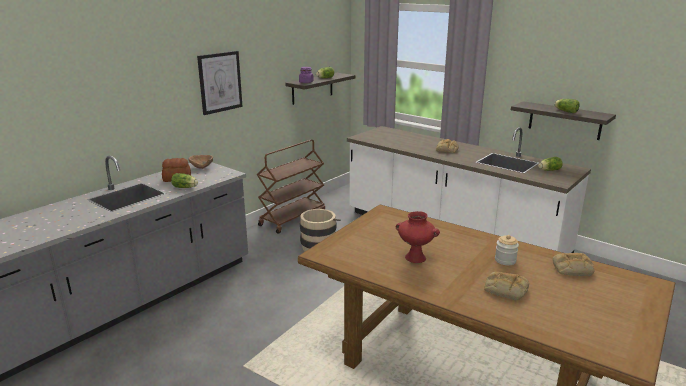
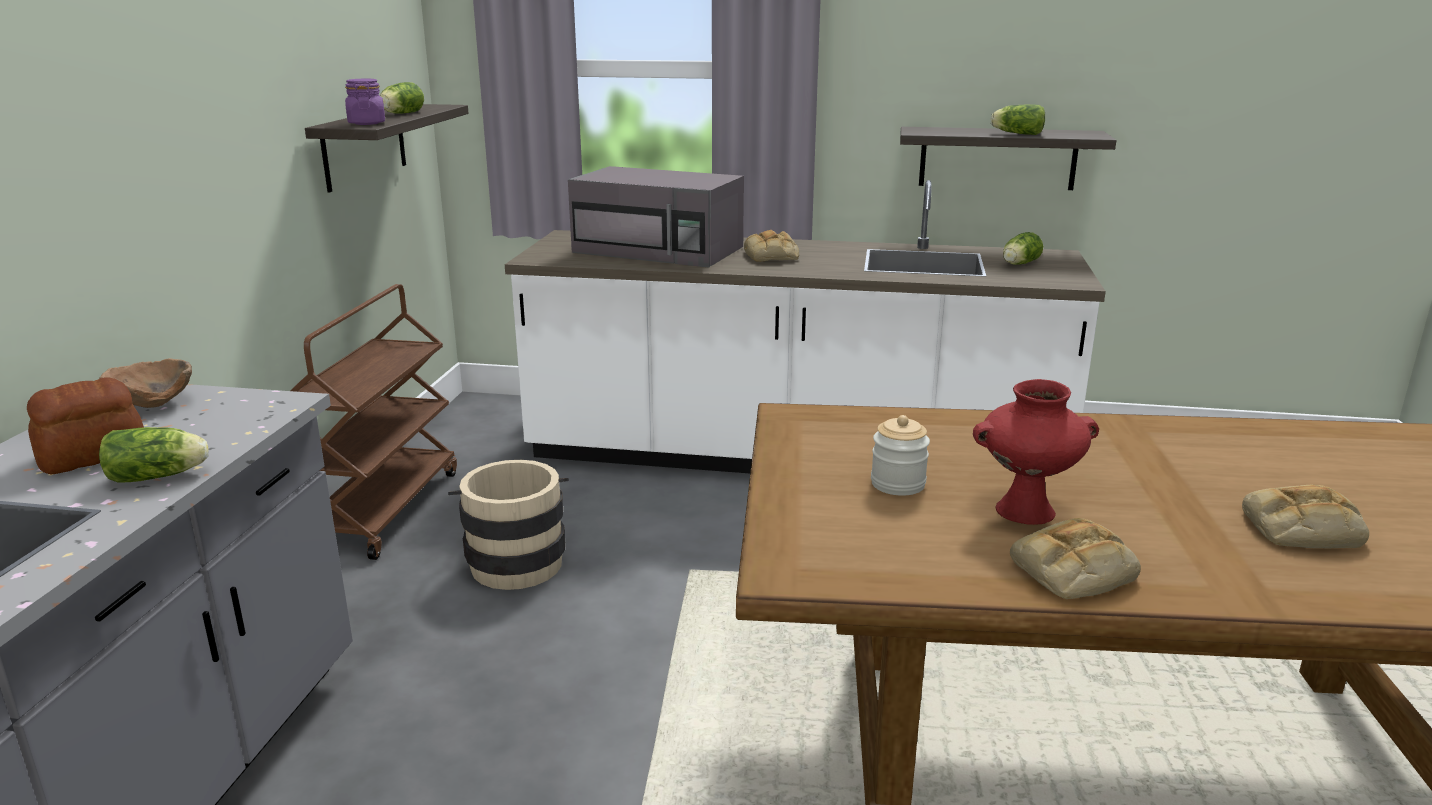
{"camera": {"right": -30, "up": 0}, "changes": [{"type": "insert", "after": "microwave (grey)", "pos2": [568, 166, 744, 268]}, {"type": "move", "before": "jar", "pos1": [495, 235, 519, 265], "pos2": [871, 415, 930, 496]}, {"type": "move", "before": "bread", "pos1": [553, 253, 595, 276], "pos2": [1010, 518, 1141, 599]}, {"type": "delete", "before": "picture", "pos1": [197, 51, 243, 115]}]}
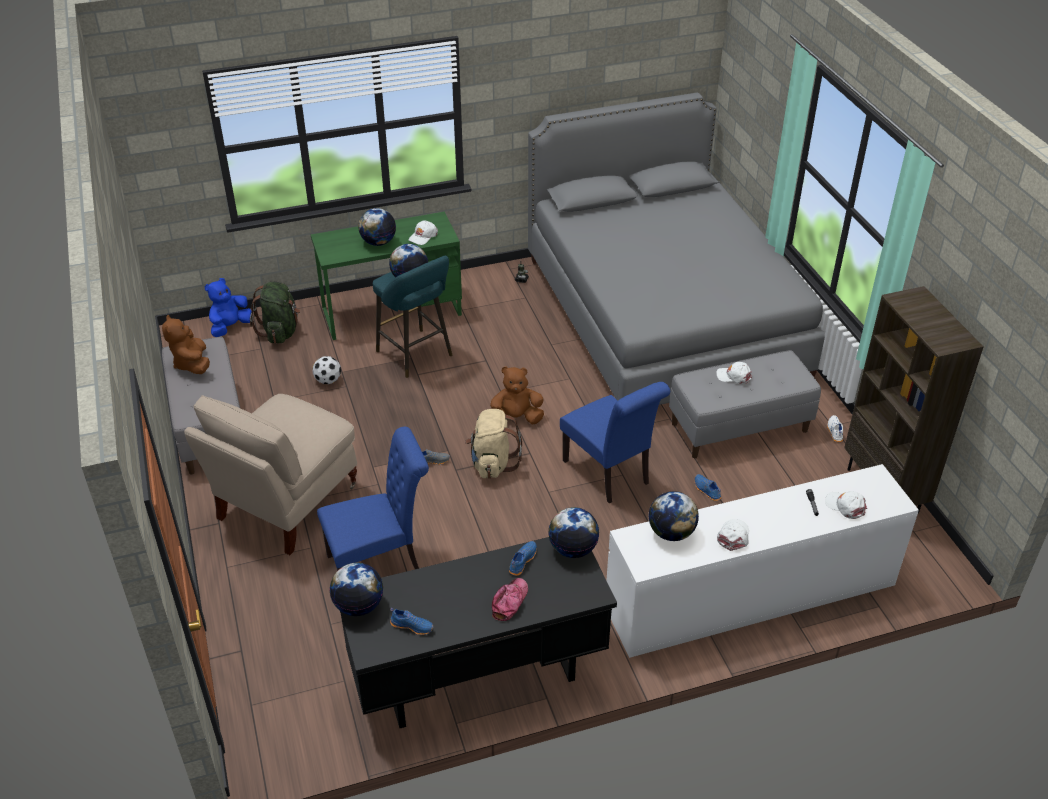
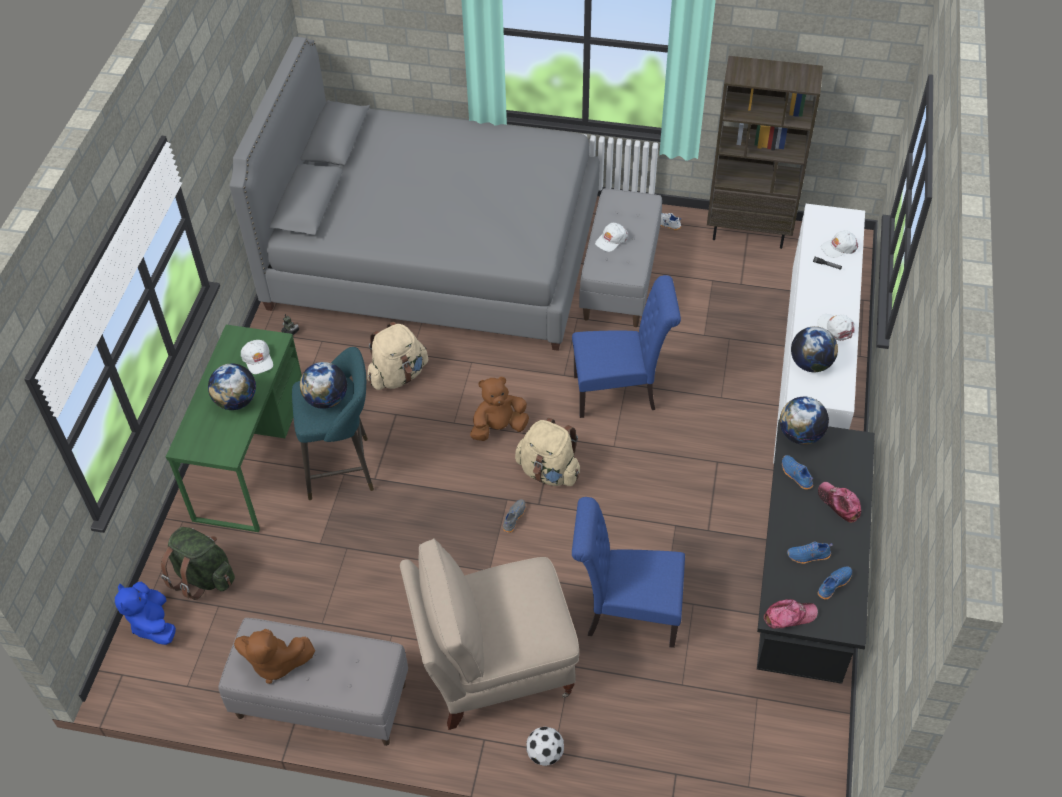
{"camera": {"right": -60, "up": 10}, "changes": [{"type": "insert", "after": "backpack (beige)", "pos2": [367, 322, 428, 390]}, {"type": "rotate", "before": "chair (beige)", "pos1": [184, 394, 357, 555], "pos2": [400, 538, 579, 730], "turn": 105}, {"type": "rotate", "before": "plush toy (brown)", "pos1": [490, 366, 544, 425], "pos2": [470, 376, 529, 441], "turn": 45}, {"type": "move", "before": "football", "pos1": [312, 356, 341, 384], "pos2": [526, 726, 564, 766]}, {"type": "rotate", "before": "chair (blue)", "pos1": [317, 427, 429, 571], "pos2": [572, 497, 685, 648], "turn": -90}, {"type": "replace", "before": "globe", "after": "cap", "pos1": [330, 563, 383, 616], "pos2": [764, 599, 818, 629]}, {"type": "move", "before": "shoe (blue)", "pos1": [695, 474, 721, 501], "pos2": [787, 542, 833, 564]}]}
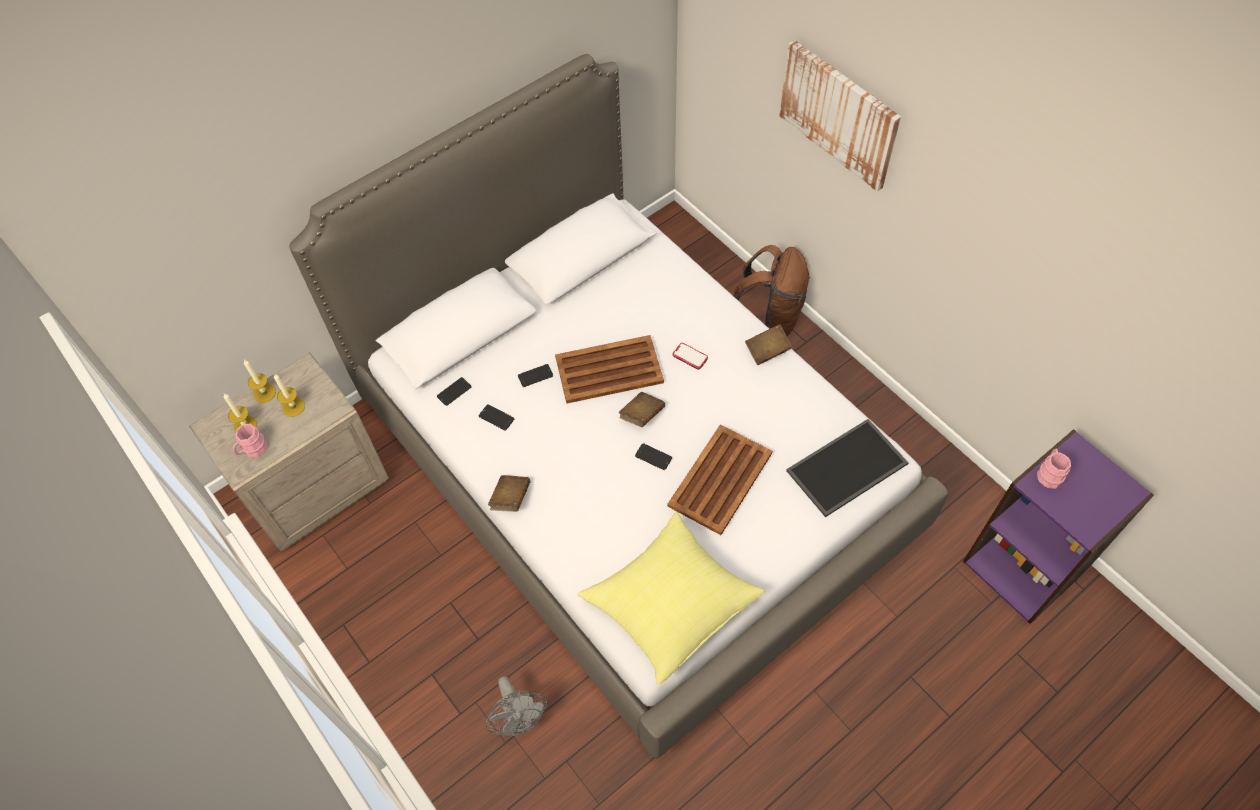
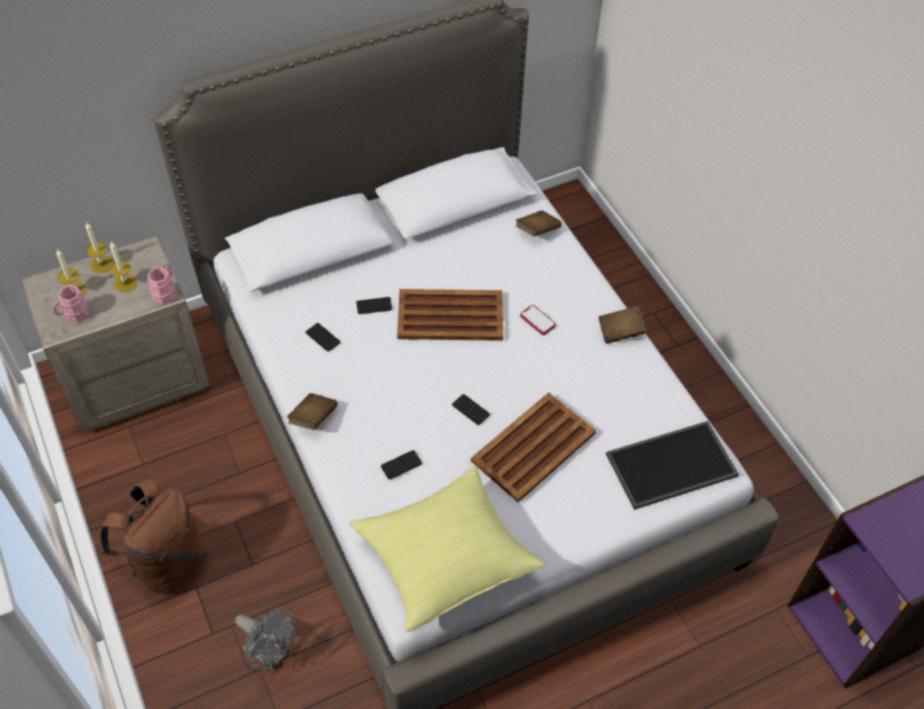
{"camera": {"right": 10, "up": -5}, "changes": [{"type": "move", "before": "backpack (brown)", "pos1": [734, 245, 810, 337], "pos2": [100, 479, 205, 595]}, {"type": "move", "before": "mug (pink)", "pos1": [1037, 449, 1071, 489], "pos2": [147, 267, 176, 304]}, {"type": "rotate", "before": "fan (grey)", "pos1": [485, 676, 547, 737], "pos2": [235, 606, 296, 671], "turn": -45}, {"type": "move", "before": "phone", "pos1": [437, 377, 472, 406], "pos2": [381, 450, 422, 480]}, {"type": "move", "before": "book (brown)", "pos1": [619, 392, 665, 427], "pos2": [516, 210, 562, 237]}, {"type": "delete", "before": "picture", "pos1": [780, 40, 901, 192]}]}
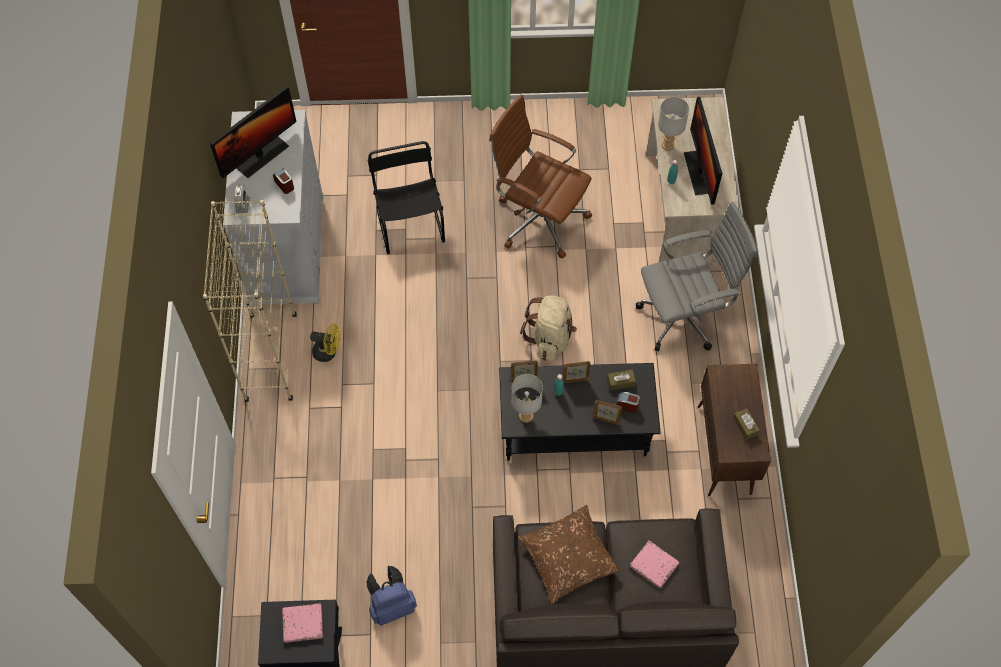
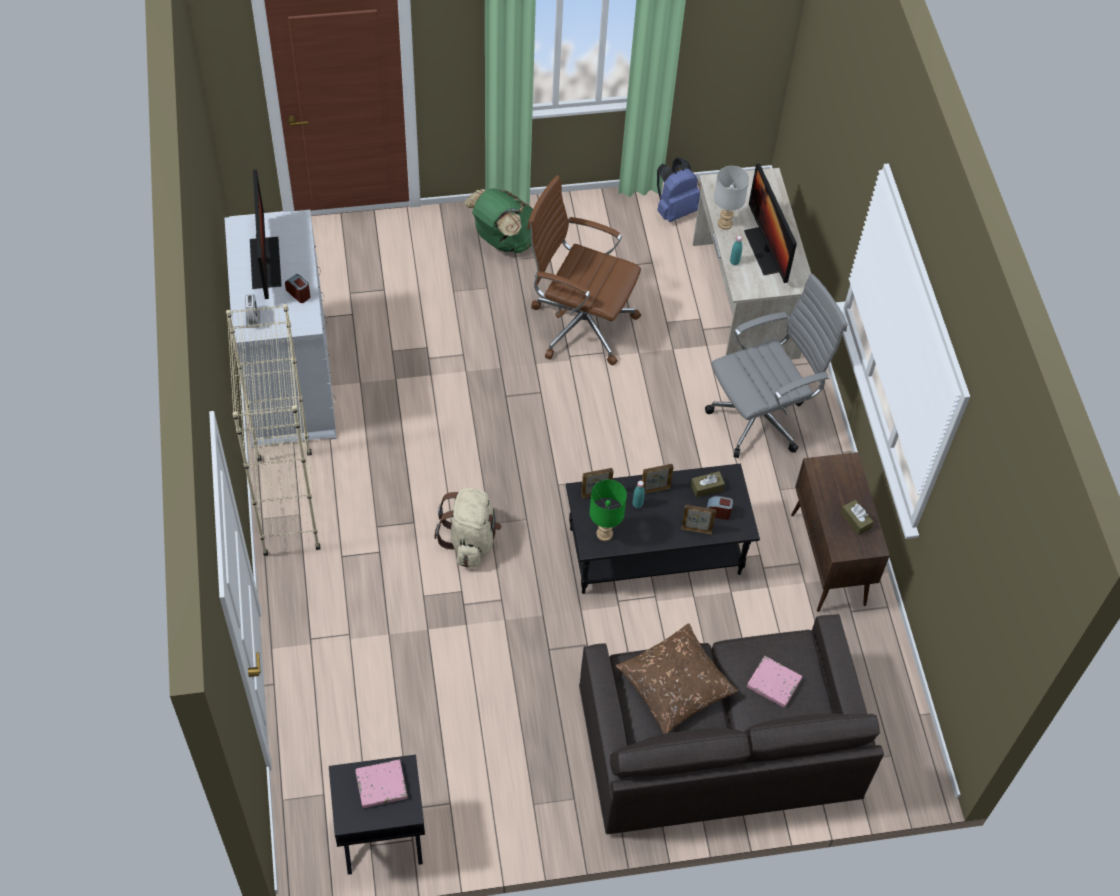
{"camera": {"right": -10, "up": -5}, "changes": [{"type": "rotate", "before": "monitor", "pos1": [210, 86, 296, 178], "pos2": [250, 169, 282, 299], "turn": -45}, {"type": "move", "before": "backpack (beige)", "pos1": [520, 295, 577, 361], "pos2": [434, 488, 502, 568]}, {"type": "insert", "after": "backpack (green)", "pos2": [464, 188, 533, 253]}, {"type": "recolor", "before": "table lamp (grey)", "after": "table lamp (green)", "pos1": [512, 374, 543, 423], "pos2": [589, 480, 627, 541]}, {"type": "move", "before": "backpack (blue)", "pos1": [366, 566, 417, 626], "pos2": [657, 157, 700, 222]}, {"type": "delete", "before": "fan (yellow)", "pos1": [310, 324, 341, 362]}, {"type": "delete", "before": "chair (black)", "pos1": [367, 141, 445, 254]}]}
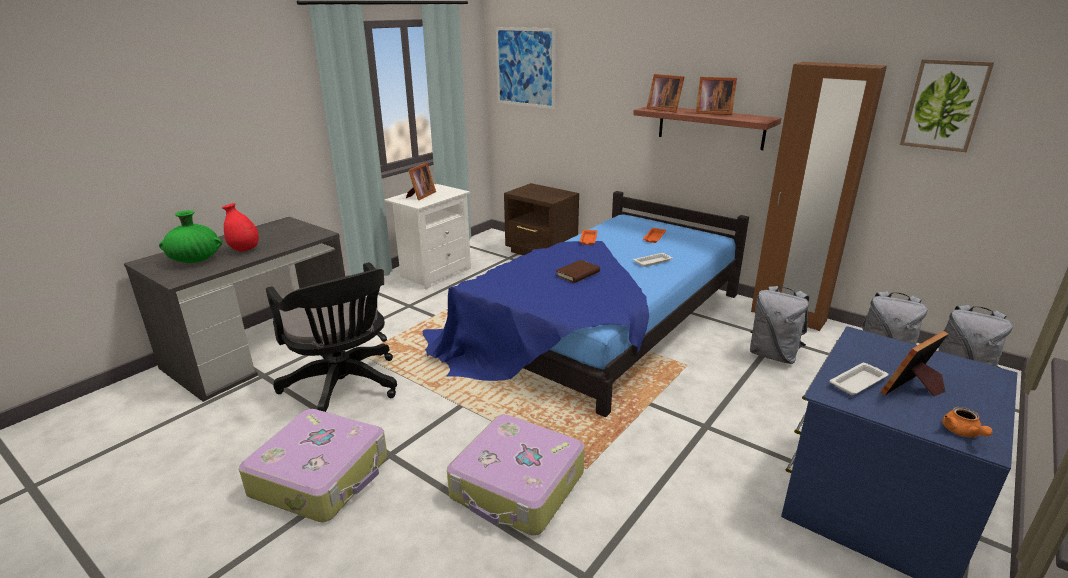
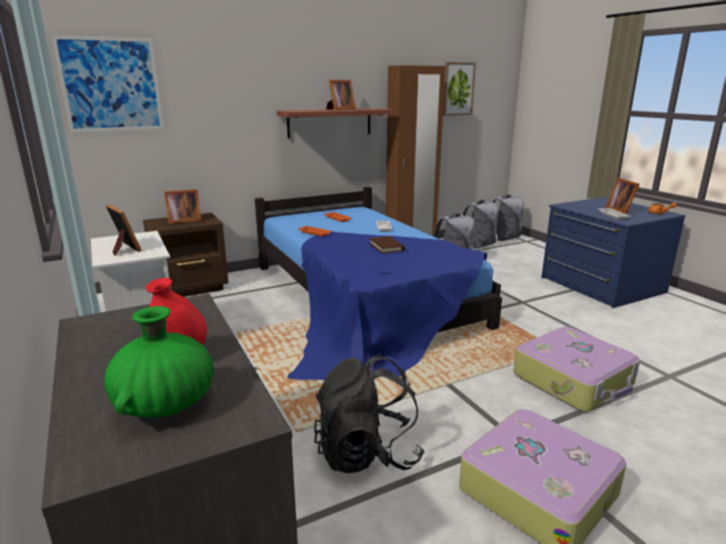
{"camera": {"right": -65, "up": -5}, "changes": [{"type": "move", "before": "picture frame", "pos1": [646, 74, 685, 113], "pos2": [164, 189, 201, 223]}, {"type": "replace", "before": "office chair (black)", "after": "backpack (black)", "pos1": [266, 262, 397, 412], "pos2": [314, 354, 425, 473]}]}
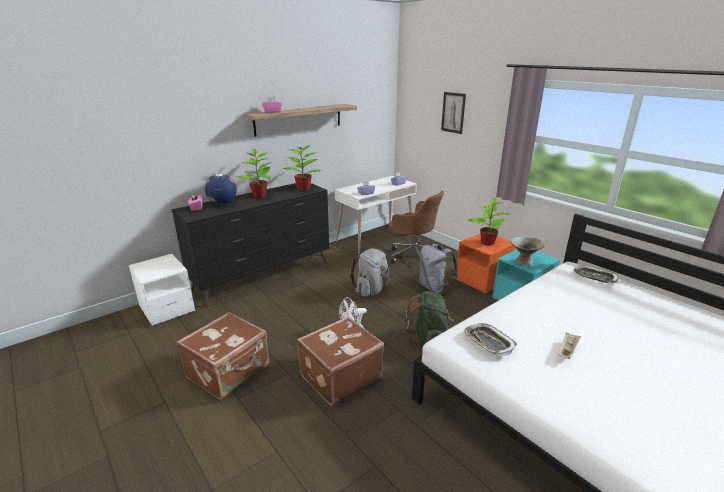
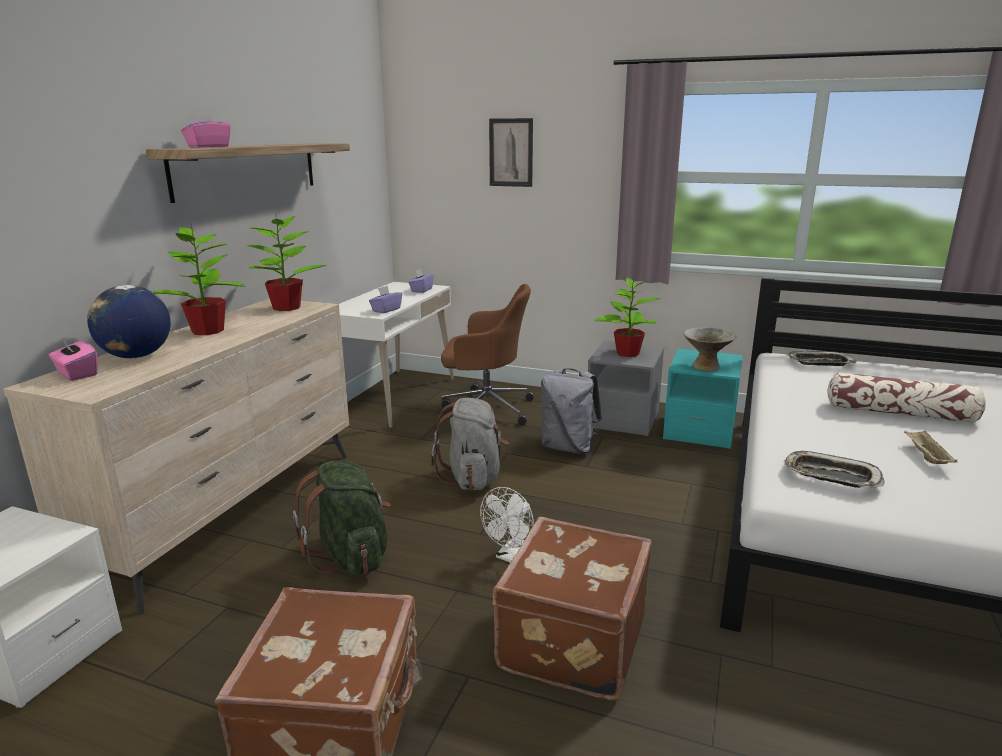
{"camera": {"right": -30, "up": -5}, "changes": [{"type": "recolor", "before": "dresser (black)", "after": "dresser (beige)", "pos1": [171, 183, 329, 307], "pos2": [3, 299, 349, 615]}, {"type": "move", "before": "backpack (green)", "pos1": [405, 291, 454, 346], "pos2": [293, 460, 390, 575]}, {"type": "recolor", "before": "nightstand (orange)", "after": "nightstand (grey)", "pos1": [455, 234, 515, 294], "pos2": [588, 341, 664, 436]}, {"type": "insert", "after": "pillow", "pos2": [828, 372, 986, 423]}]}
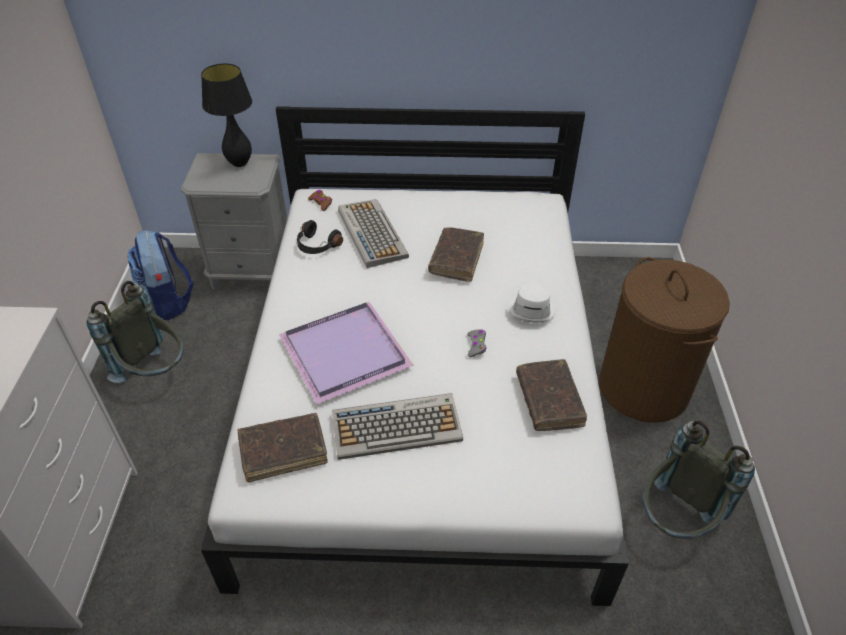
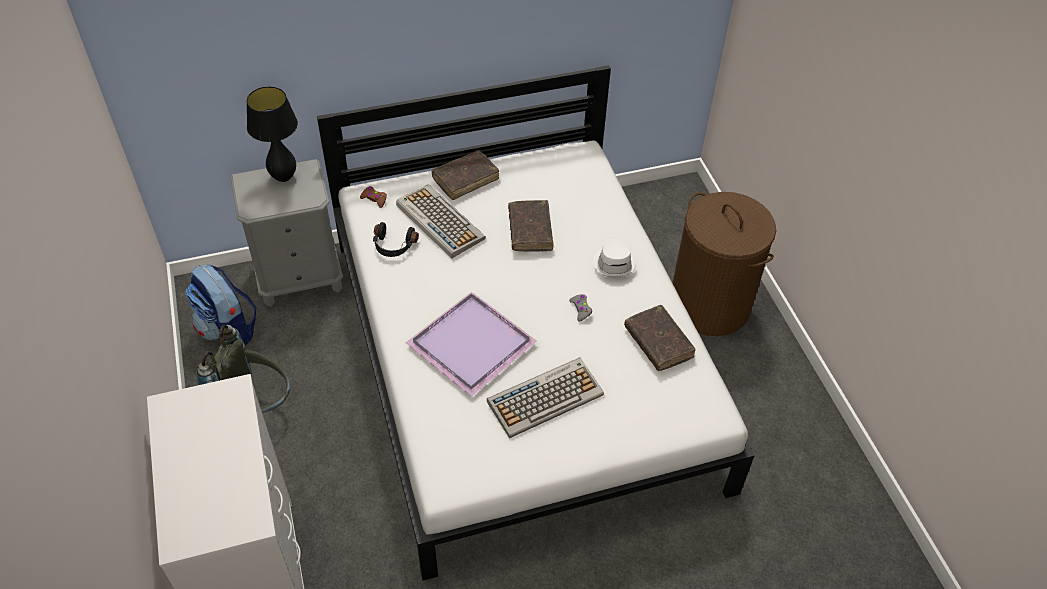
{"camera": {"right": -20, "up": 5}, "changes": [{"type": "move", "before": "book (brown)", "pos1": [238, 413, 328, 483], "pos2": [431, 150, 499, 200]}, {"type": "delete", "before": "backpack (grey)", "pos1": [643, 420, 755, 539]}]}
